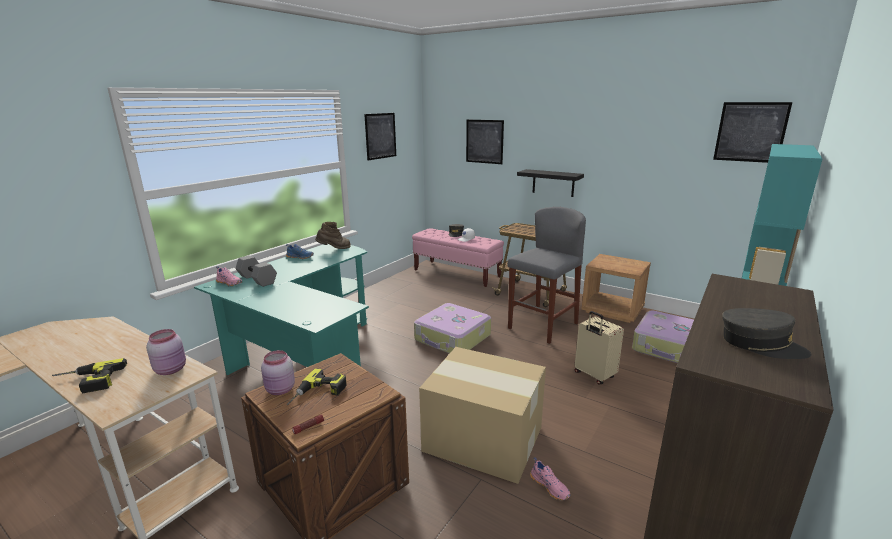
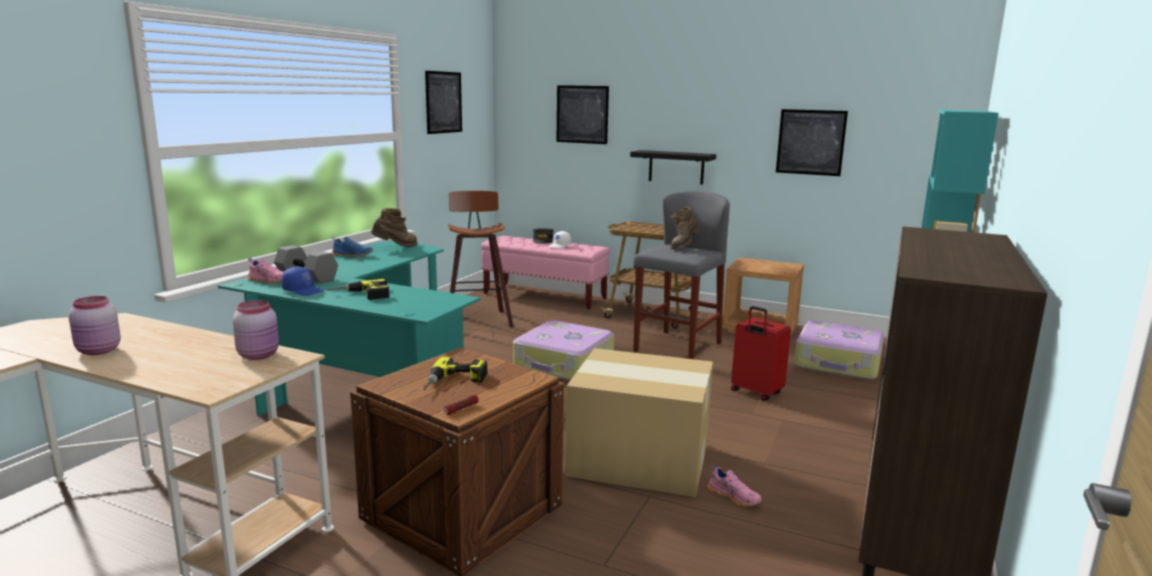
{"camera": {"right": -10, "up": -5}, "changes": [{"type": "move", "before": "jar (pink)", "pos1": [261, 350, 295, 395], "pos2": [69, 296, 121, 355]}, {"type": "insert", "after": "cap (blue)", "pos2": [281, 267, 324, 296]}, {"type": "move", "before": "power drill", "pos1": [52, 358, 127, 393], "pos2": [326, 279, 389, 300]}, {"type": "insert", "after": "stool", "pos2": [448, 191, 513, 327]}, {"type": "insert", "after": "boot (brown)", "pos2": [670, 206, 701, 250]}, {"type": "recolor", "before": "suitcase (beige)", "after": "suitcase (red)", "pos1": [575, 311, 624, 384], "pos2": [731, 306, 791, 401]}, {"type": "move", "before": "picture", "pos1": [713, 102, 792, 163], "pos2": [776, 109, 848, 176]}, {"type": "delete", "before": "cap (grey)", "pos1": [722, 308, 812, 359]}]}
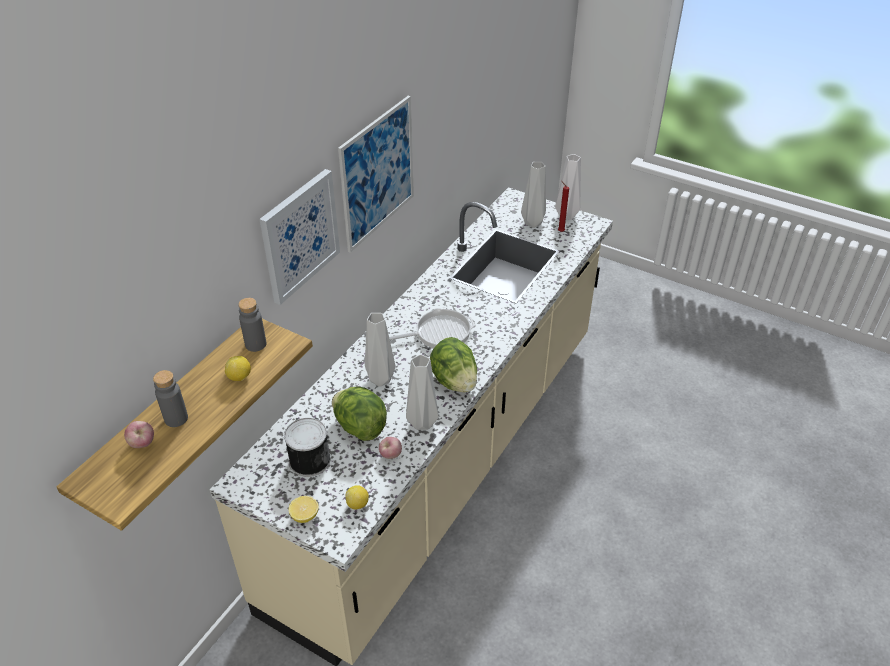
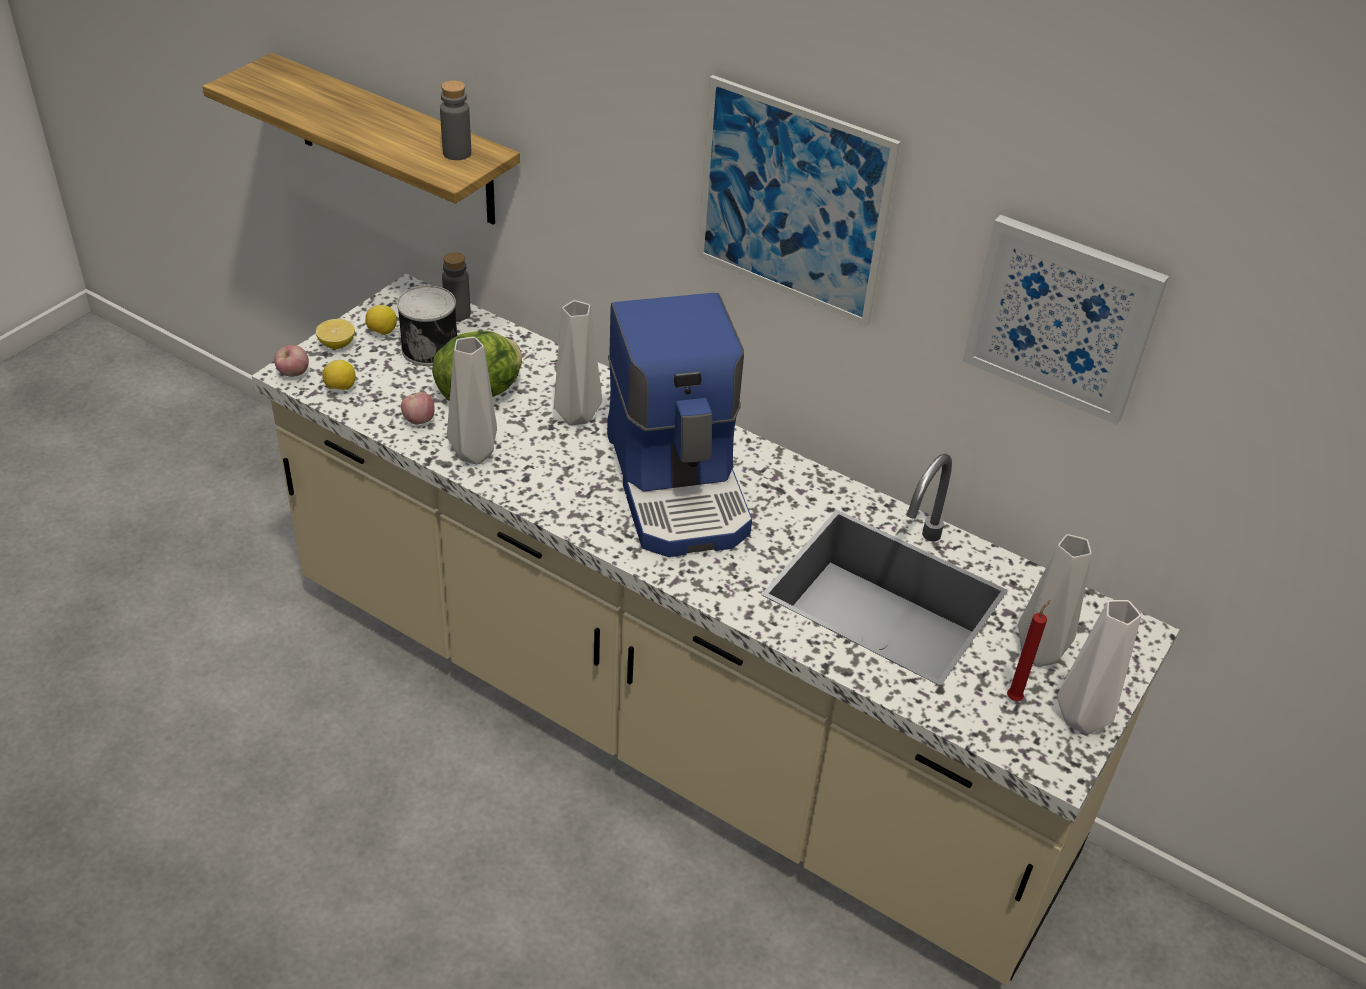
{"camera": {"right": 90, "up": 0}, "changes": [{"type": "move", "before": "apple", "pos1": [124, 421, 154, 448], "pos2": [274, 345, 309, 377]}, {"type": "move", "before": "lemon", "pos1": [225, 356, 251, 381], "pos2": [365, 305, 397, 335]}, {"type": "move", "before": "bottle (grey)", "pos1": [153, 370, 188, 427], "pos2": [442, 252, 471, 321]}, {"type": "replace", "before": "frying pan", "after": "coffee machine", "pos1": [389, 308, 475, 349], "pos2": [607, 293, 752, 557]}, {"type": "move", "before": "picture", "pos1": [260, 169, 340, 305], "pos2": [963, 215, 1169, 425]}, {"type": "delete", "before": "lettuce", "pos1": [430, 337, 477, 392]}]}
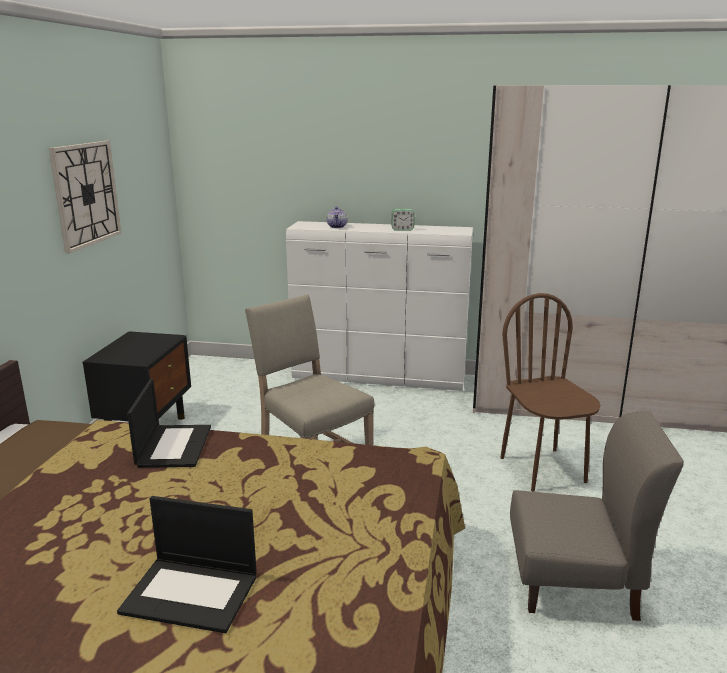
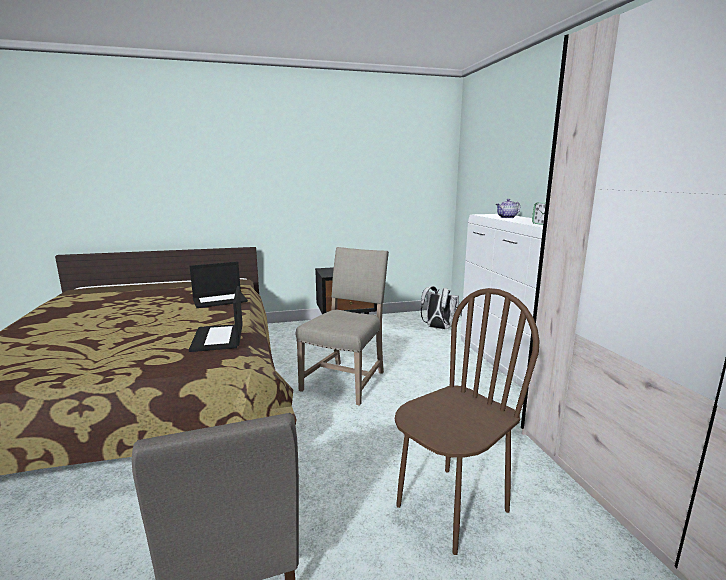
{"camera": {"right": 65, "up": -5}, "changes": [{"type": "move", "before": "laptop", "pos1": [117, 496, 257, 633], "pos2": [189, 286, 243, 352]}, {"type": "insert", "after": "backpack (white)", "pos2": [421, 286, 459, 329]}, {"type": "delete", "before": "wall clock", "pos1": [49, 141, 121, 253]}]}
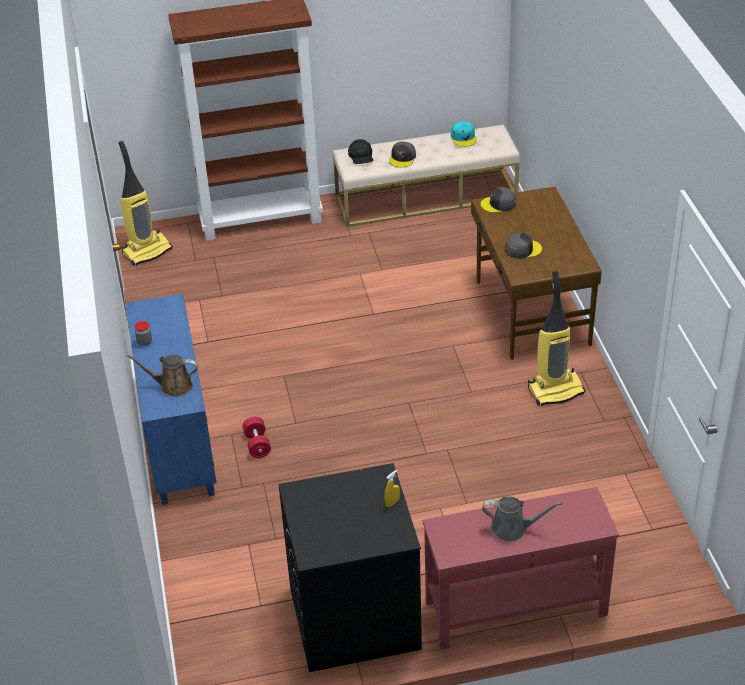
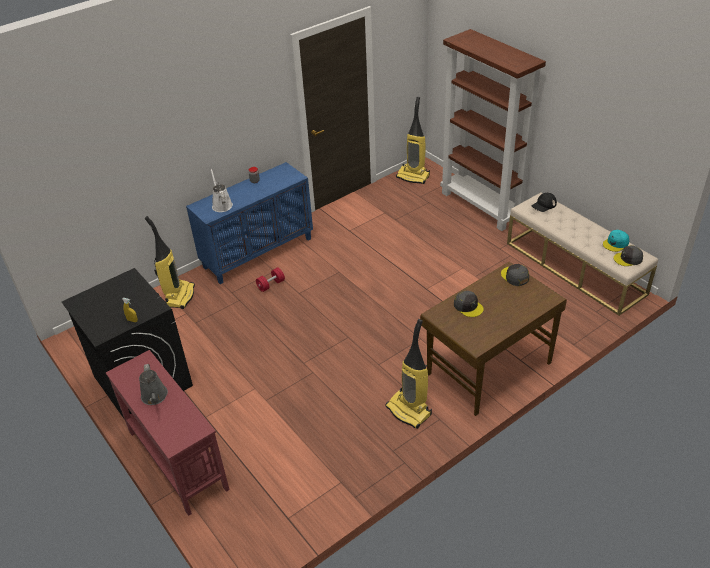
{"camera": {"right": 65, "up": 0}, "changes": [{"type": "insert", "after": "vacuum cleaner", "pos2": [145, 216, 195, 309]}, {"type": "recolor", "before": "watering can (brown)", "after": "watering can (white)", "pos1": [126, 354, 198, 397], "pos2": [210, 169, 233, 212]}, {"type": "move", "before": "cap (grey)", "pos1": [389, 142, 416, 167], "pos2": [613, 245, 643, 266]}]}
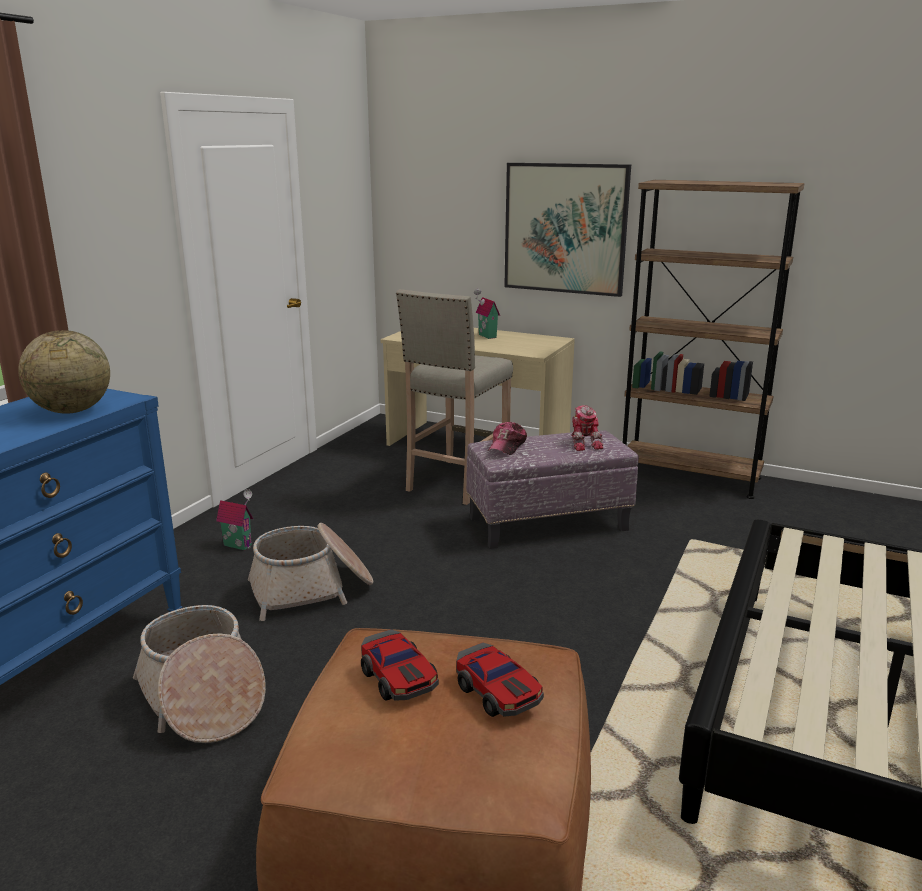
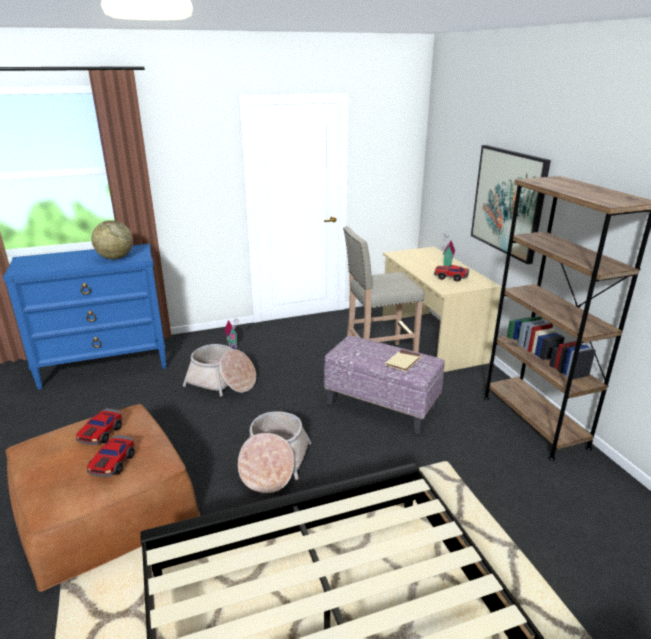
{"camera": {"right": 45, "up": 5}, "changes": [{"type": "move", "before": "basket", "pos1": [133, 605, 266, 743], "pos2": [238, 411, 312, 493]}, {"type": "replace", "before": "toy robot", "after": "book (beige)", "pos1": [571, 405, 603, 451], "pos2": [385, 349, 422, 372]}, {"type": "insert", "after": "toy car", "pos2": [434, 265, 469, 282]}, {"type": "delete", "before": "cap", "pos1": [488, 422, 527, 455]}]}
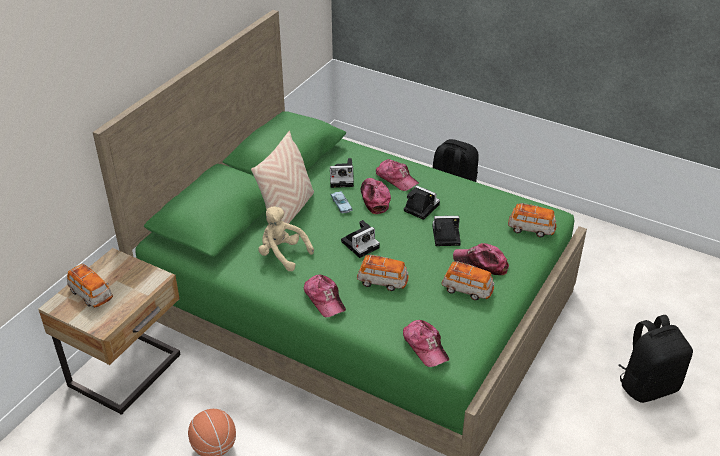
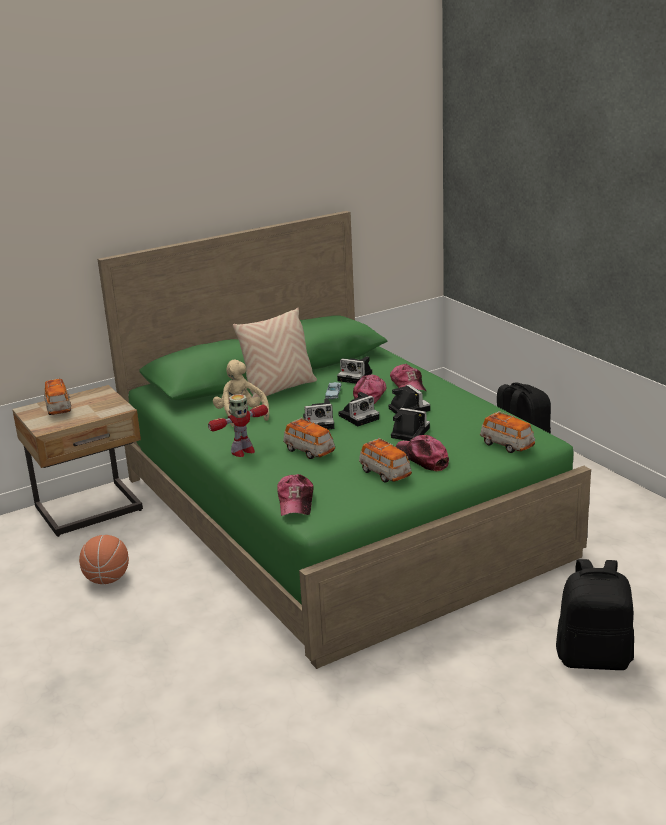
{"camera": {"right": 30, "up": -15}, "changes": [{"type": "replace", "before": "cap", "after": "toy robot", "pos1": [304, 274, 346, 317], "pos2": [208, 394, 268, 457]}, {"type": "insert", "after": "photo camera", "pos2": [338, 392, 379, 426]}]}
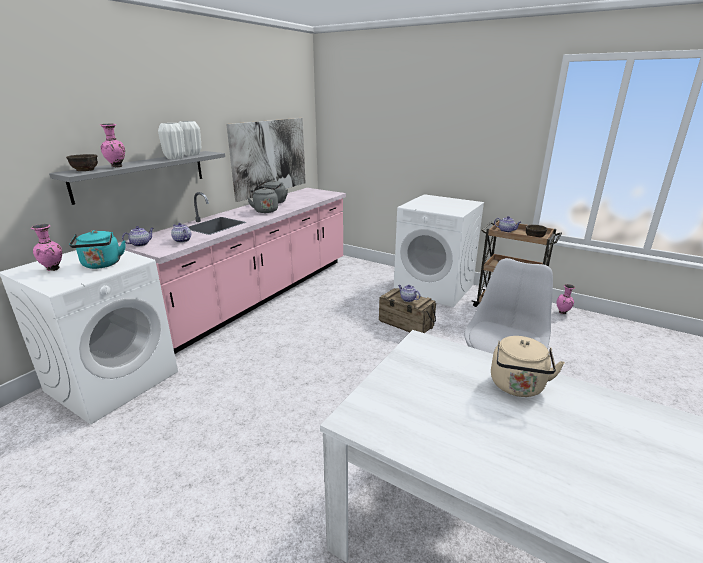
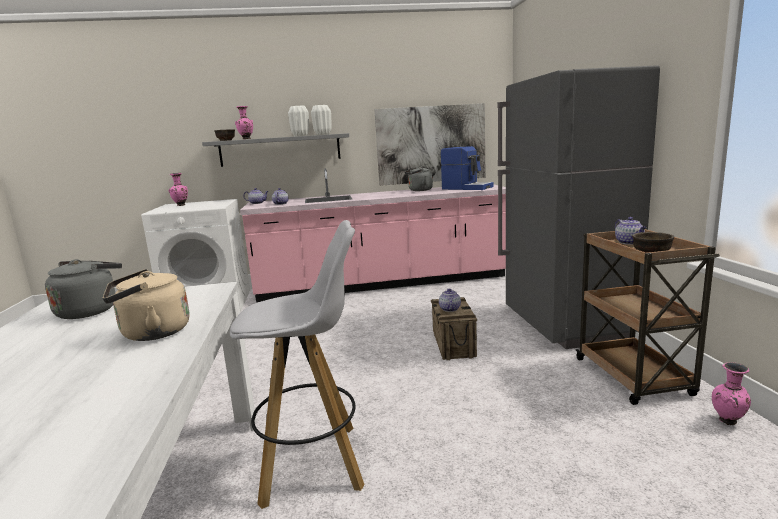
{"camera": {"right": 50, "up": -10}, "changes": [{"type": "move", "before": "kettle (grey)", "pos1": [248, 187, 278, 213], "pos2": [45, 259, 122, 319]}, {"type": "insert", "after": "coffee machine", "pos2": [441, 146, 494, 190]}, {"type": "replace", "before": "washing machine (white)", "after": "fridge (grey)", "pos1": [394, 194, 484, 307], "pos2": [497, 65, 660, 349]}, {"type": "delete", "before": "kettle (turquoise)", "pos1": [69, 230, 126, 269]}]}
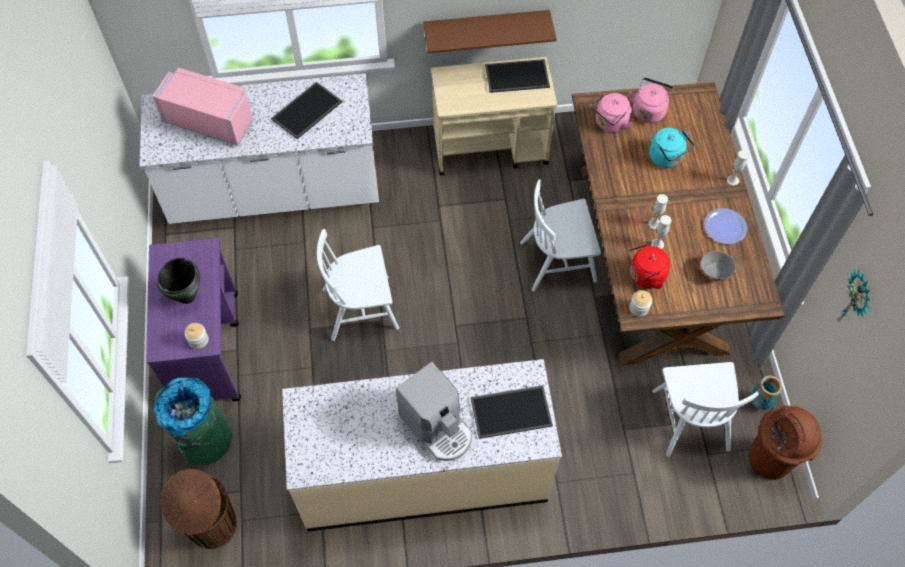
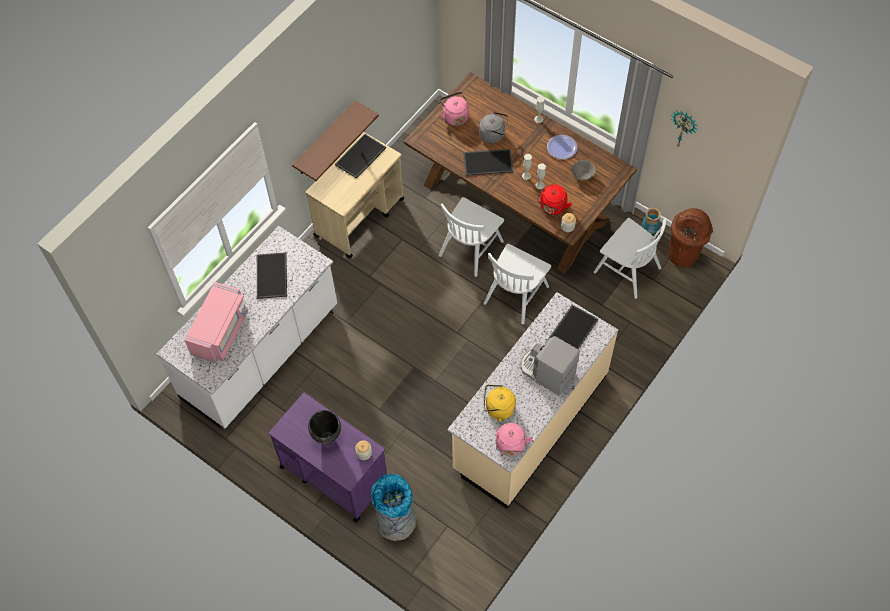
{"camera": {"right": -45, "up": 0}, "changes": [{"type": "rotate", "before": "microwave (pink)", "pos1": [152, 68, 253, 146], "pos2": [184, 282, 248, 363], "turn": 135}, {"type": "recolor", "before": "trash can (green)", "after": "trash can (grey)", "pos1": [154, 377, 232, 465], "pos2": [371, 474, 416, 541]}, {"type": "insert", "after": "tray", "pos2": [463, 149, 513, 176]}, {"type": "recolor", "before": "kettle (turquoise)", "after": "kettle (grey)", "pos1": [649, 128, 695, 168], "pos2": [479, 111, 508, 143]}, {"type": "move", "before": "chair (white)", "pos1": [317, 229, 399, 341], "pos2": [483, 244, 551, 324]}, {"type": "insert", "after": "kettle (yellow)", "pos2": [484, 385, 516, 422]}, {"type": "move", "before": "kettle (pink)", "pos1": [591, 93, 633, 133], "pos2": [496, 423, 533, 456]}, {"type": "rotate", "before": "coffee machine", "pos1": [396, 362, 472, 461], "pos2": [521, 336, 580, 396], "turn": -150}, {"type": "delete", "before": "trash can (brown)", "pos1": [160, 469, 237, 549]}]}
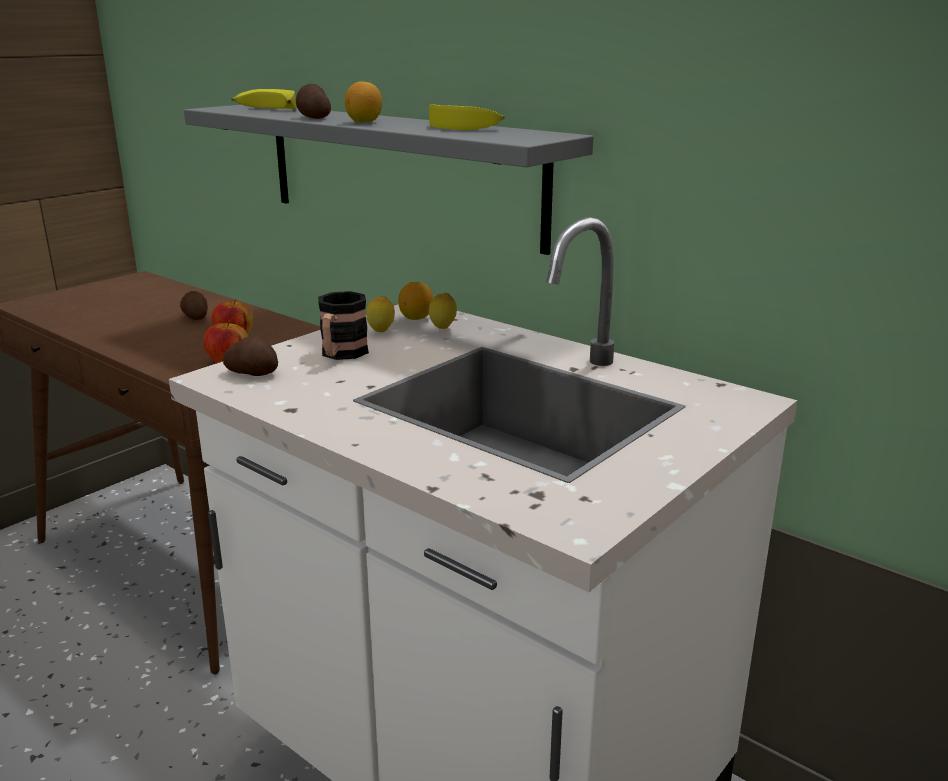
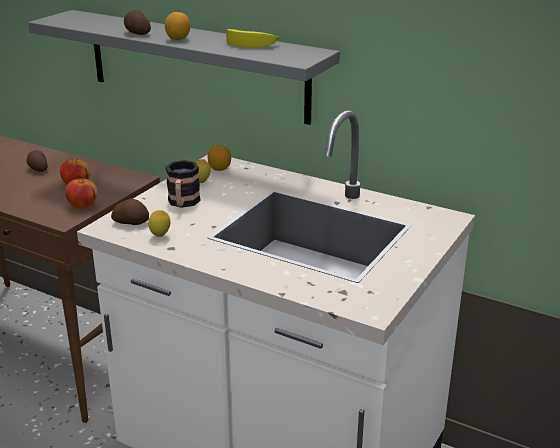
{"camera": {"right": -10, "up": 5}, "changes": [{"type": "move", "before": "lemon", "pos1": [429, 293, 457, 329], "pos2": [148, 210, 170, 237]}, {"type": "delete", "before": "banana", "pos1": [231, 89, 296, 109]}]}
